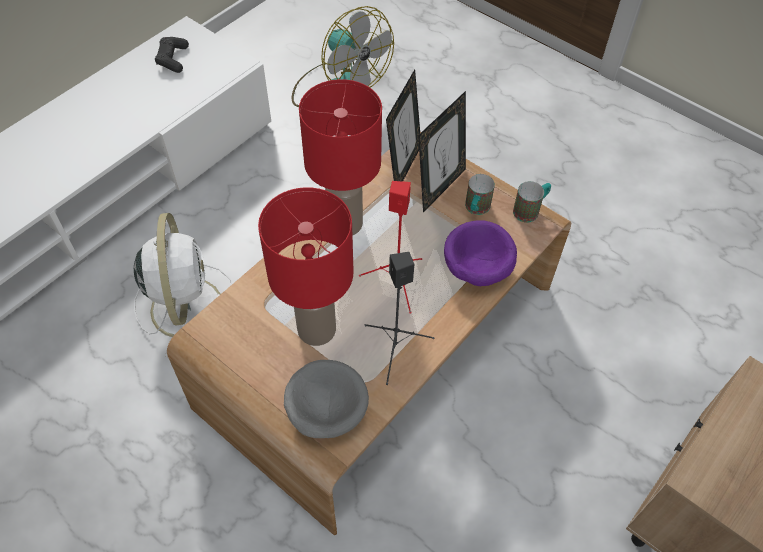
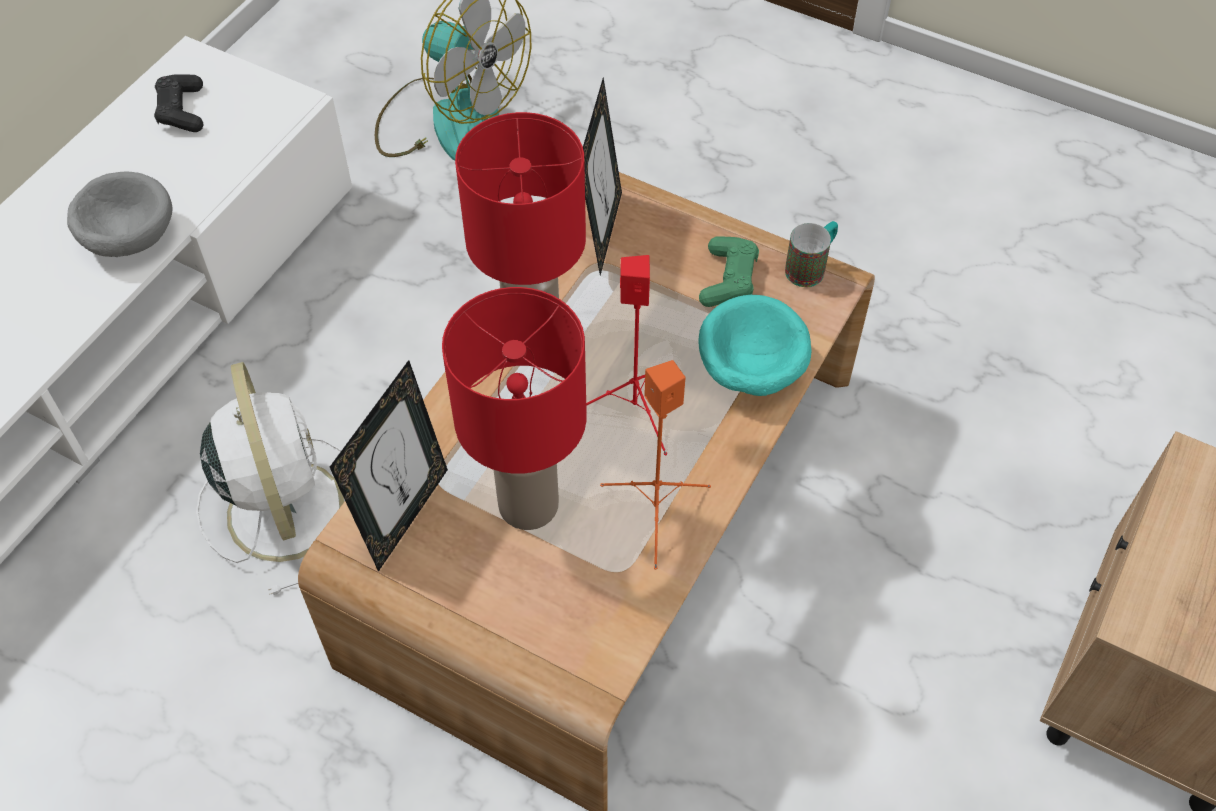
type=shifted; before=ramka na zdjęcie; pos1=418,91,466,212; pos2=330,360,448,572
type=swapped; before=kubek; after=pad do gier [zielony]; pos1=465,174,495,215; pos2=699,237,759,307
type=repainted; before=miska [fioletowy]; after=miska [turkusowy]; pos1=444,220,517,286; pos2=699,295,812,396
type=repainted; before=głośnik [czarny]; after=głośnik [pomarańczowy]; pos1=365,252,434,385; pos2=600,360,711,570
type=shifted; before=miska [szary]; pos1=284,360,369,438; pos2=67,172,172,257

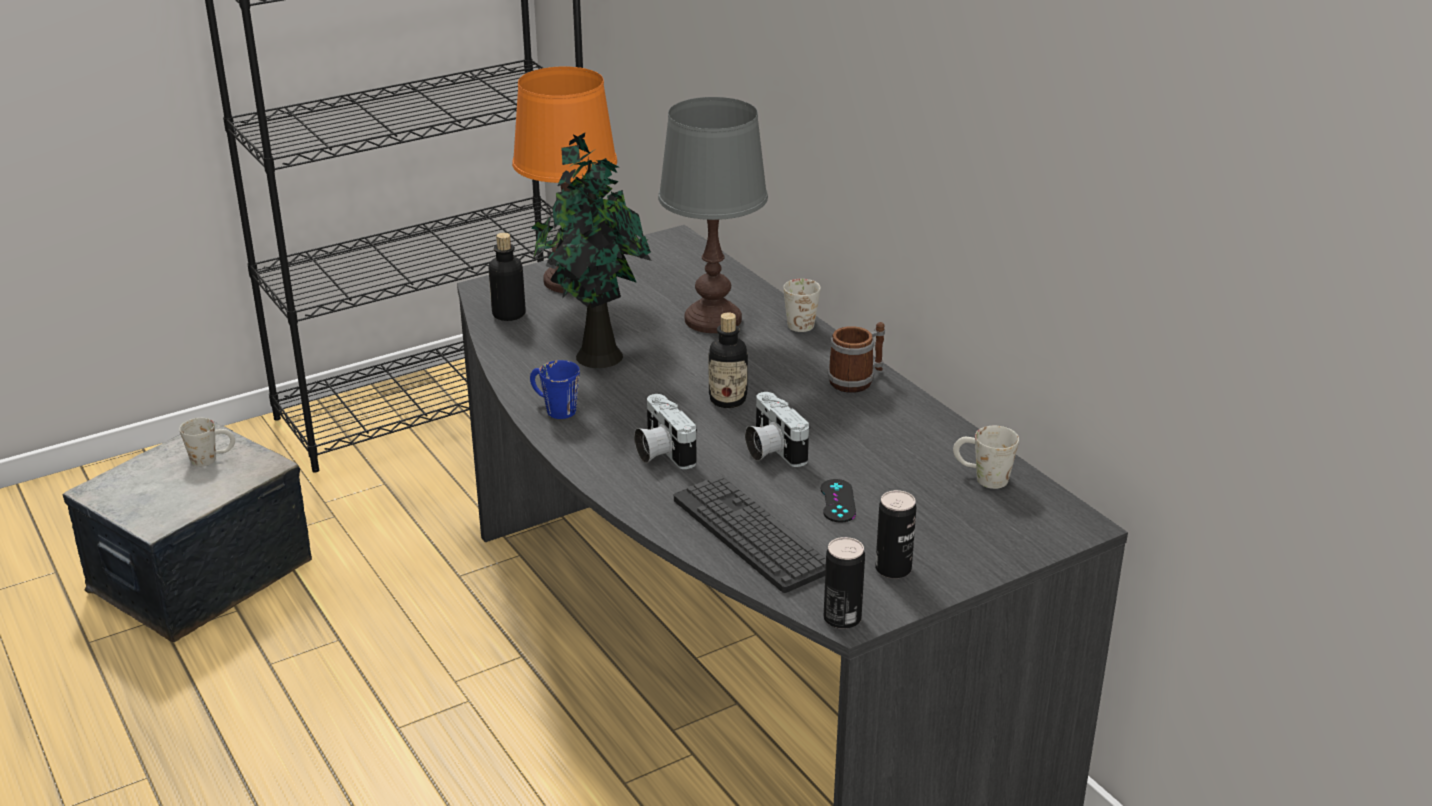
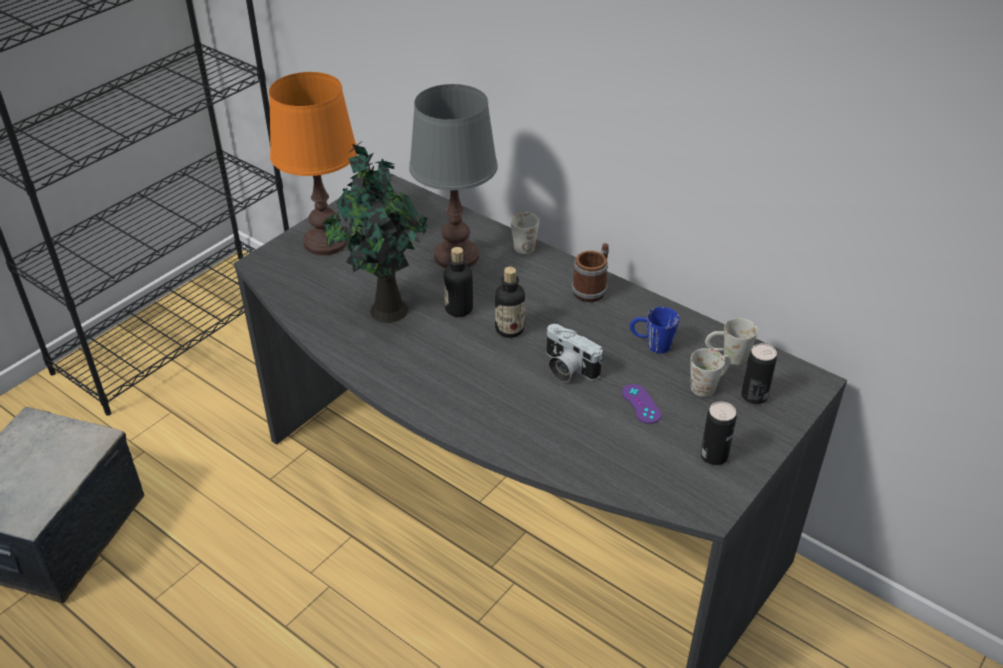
type=shifted; before=butelka; pos1=489,233,526,321; pos2=444,247,473,317
type=shifted; before=kubek [niebieski]; pos1=530,360,580,419; pos2=629,307,680,353
type=gone; before=aparat fotograficzny; pos1=634,394,697,469
type=shifted; before=kubek [biały]; pos1=179,418,235,467; pos2=690,348,731,397
type=gone; before=klawiatura; pos1=674,475,826,593
type=repainted; before=pad do gier [czarny]; after=pad do gier [fioletowy]; pos1=820,479,856,523; pos2=622,384,661,424
type=shifted; before=puszka; pos1=824,537,865,629; pos2=741,343,777,404

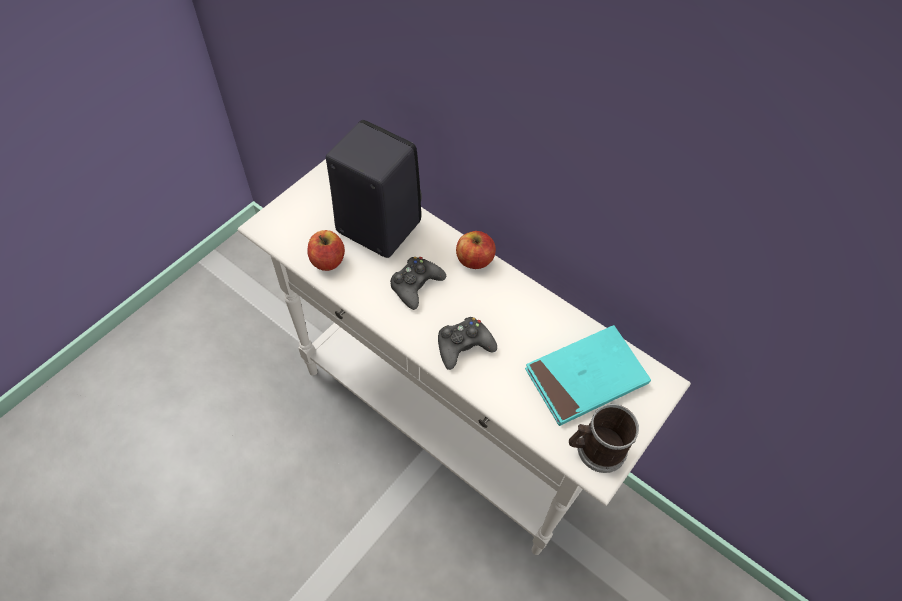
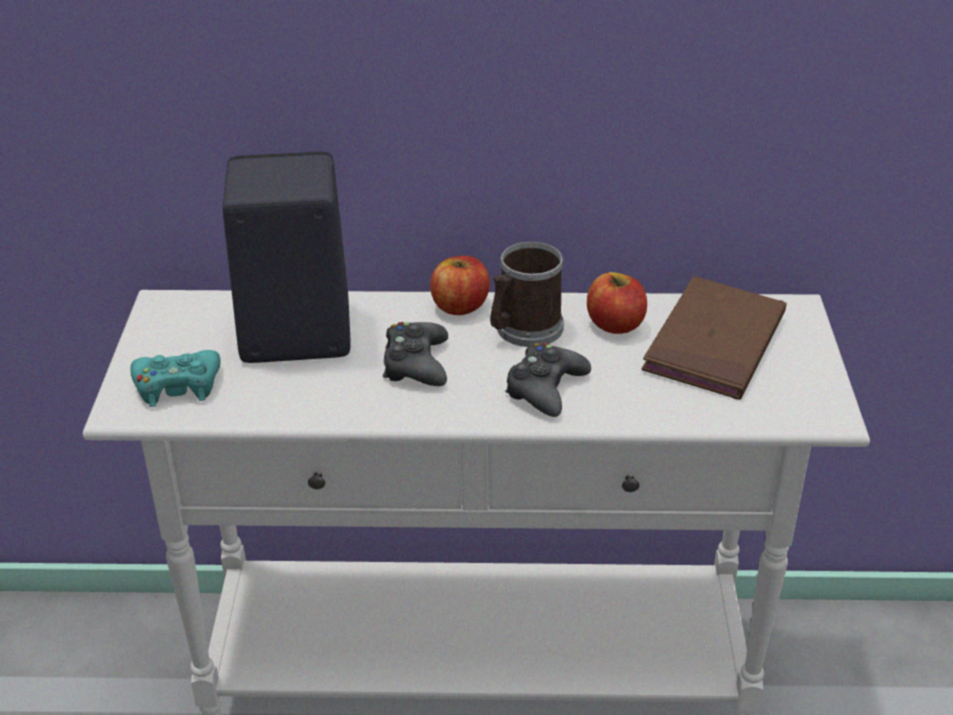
type=shifted; before=jabłko; pos1=307,230,345,271; pos2=587,272,647,334
type=repainted; before=książka [turkusowy]; after=książka [brązowy]; pos1=525,325,651,426; pos2=642,276,787,400
type=shifted; before=kubek; pos1=569,404,639,473; pos2=490,242,564,347
type=new; after=pad do gier [turkusowy]; pos2=130,350,221,407

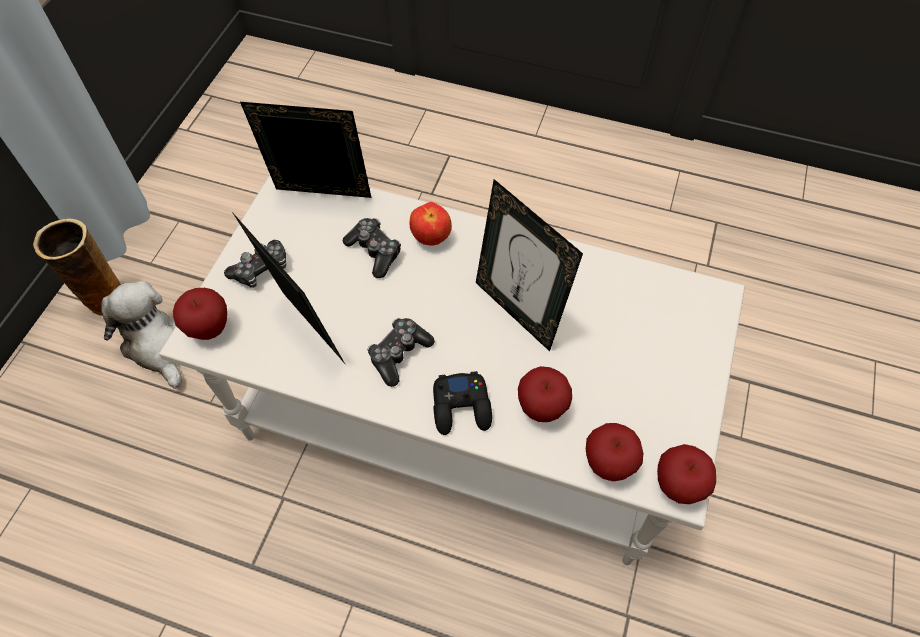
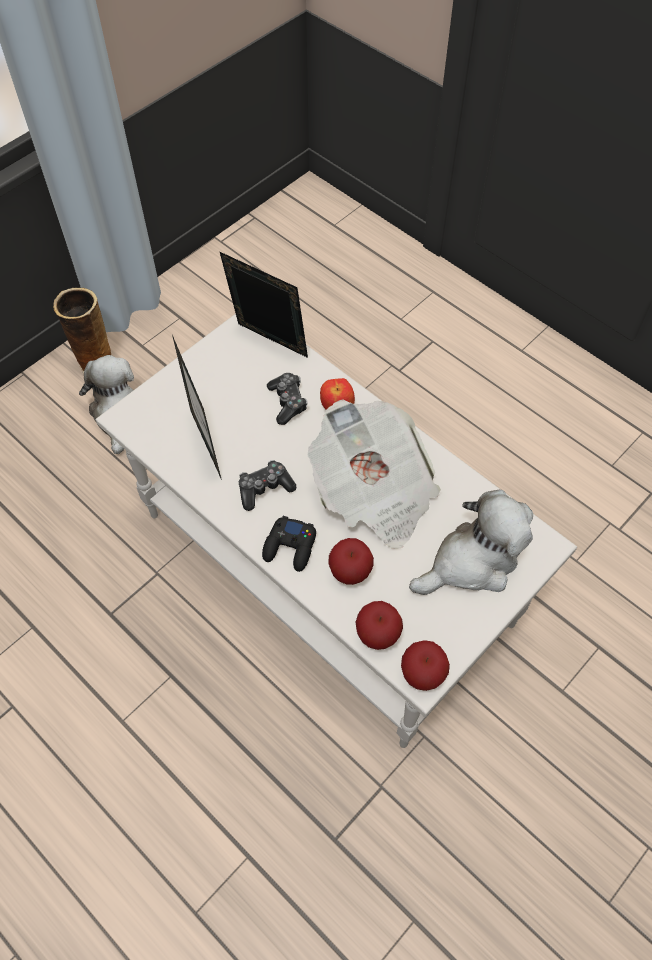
type=swapped; before=ramka na zdjęcie; after=gazeta; pos1=476,179,583,351; pos2=308,400,441,549
type=gone; before=pad do gier; pos1=224,240,286,288
type=gone; before=jabłko; pos1=173,288,227,340
type=new; after=pluszak; pos2=409,490,533,595

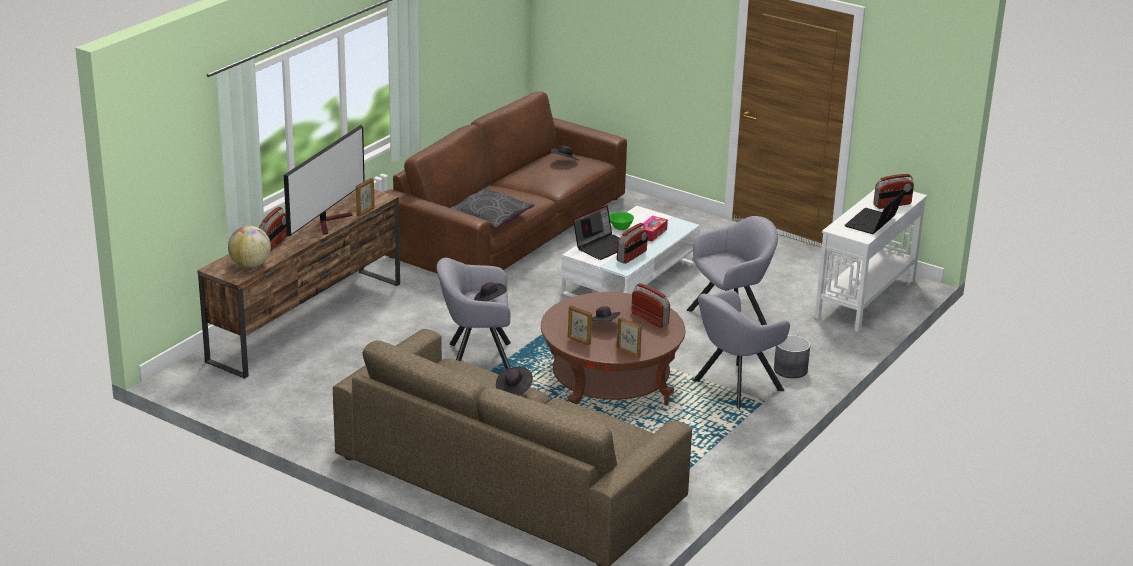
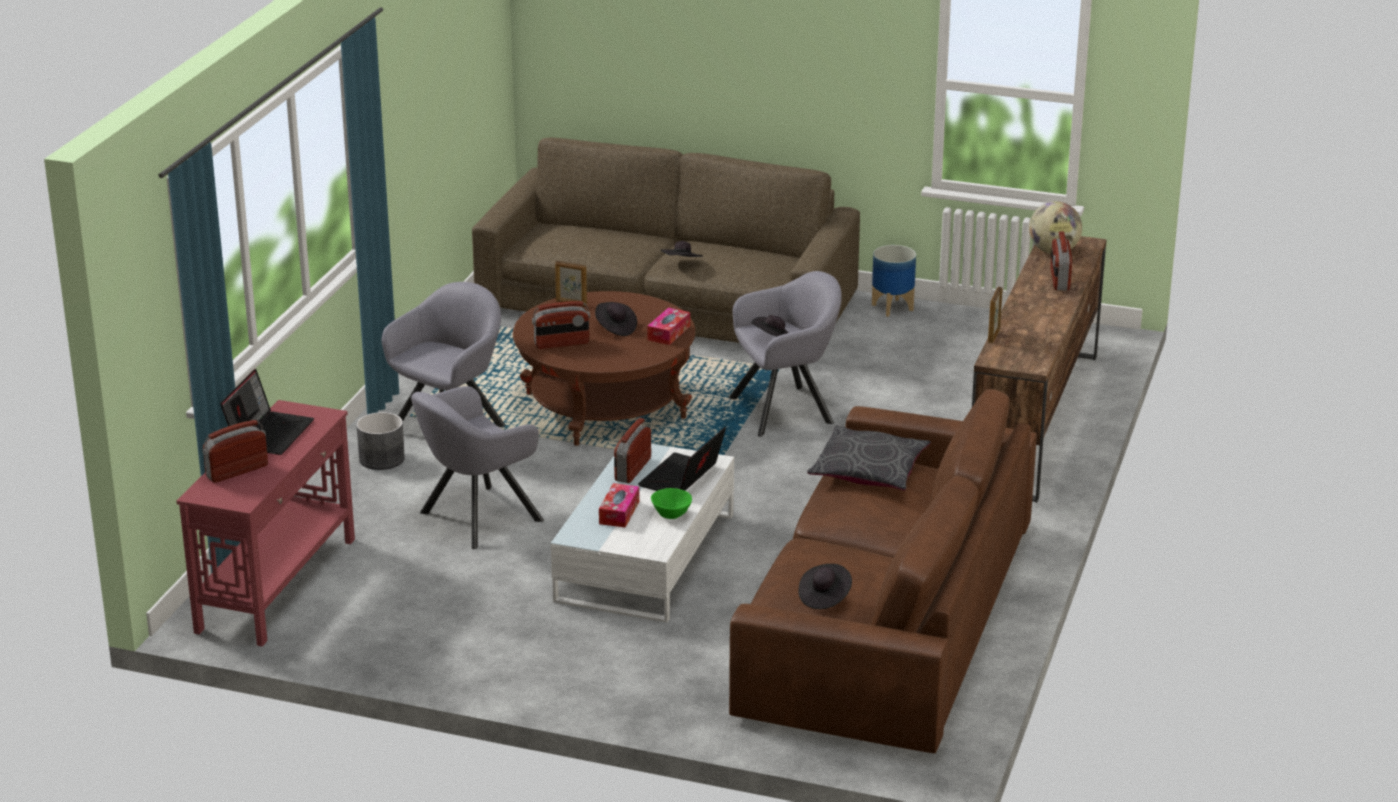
type=gone; before=telewizor; pos1=284,125,365,236
type=repainted; before=stolik konsolowy [biały]; after=stolik konsolowy [czerwony]; pos1=815,189,927,332; pos2=177,400,355,647
type=rotated; before=radio; pos1=631,283,670,328; pos2=532,301,590,349; turn=-45
type=gone; before=ramka na zdjęcie; pos1=568,305,592,345
type=new; after=donica; pos2=872,245,916,317
type=new; after=pudełko chusteczek; pos2=647,307,690,345

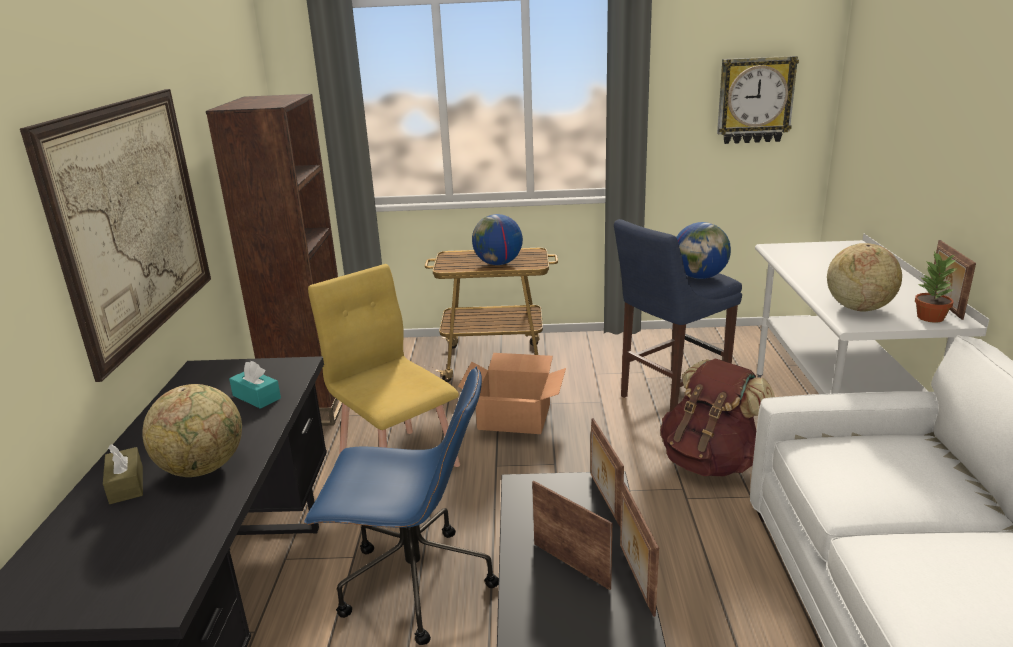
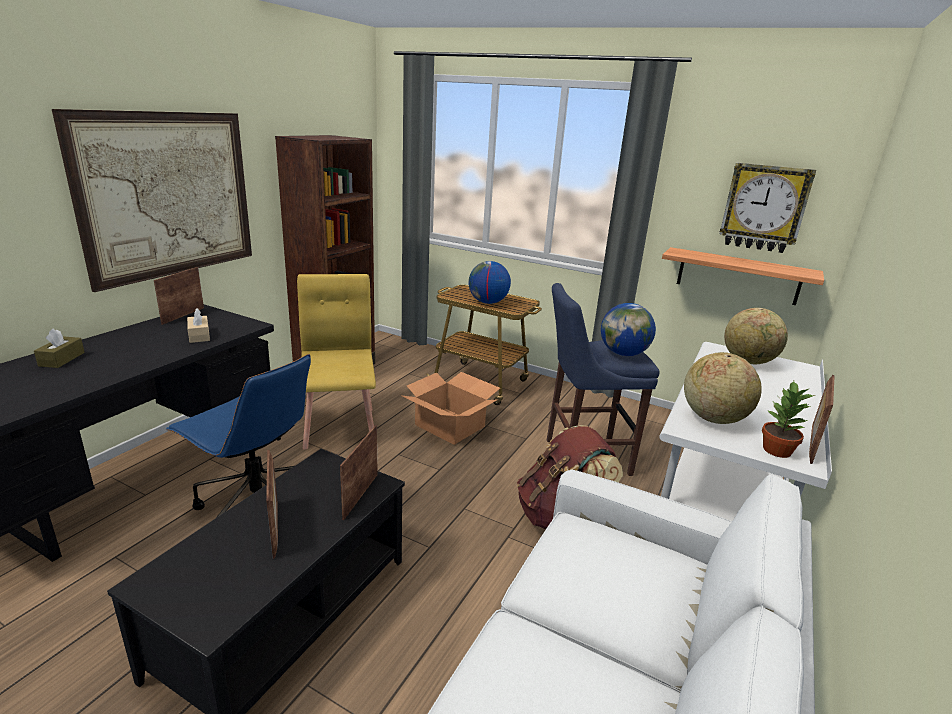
type=repainted; before=pudełko chusteczek [turkusowy]; after=pudełko chusteczek [beżowy]; pos1=229,361,281,409; pos2=187,308,210,343
type=shifted; before=globus; pos1=142,384,242,477; pos2=724,308,788,364
type=shifted; before=ramka na zdjęcie; pos1=620,482,659,617; pos2=154,267,204,325
type=new; after=półka; pos2=662,247,824,305

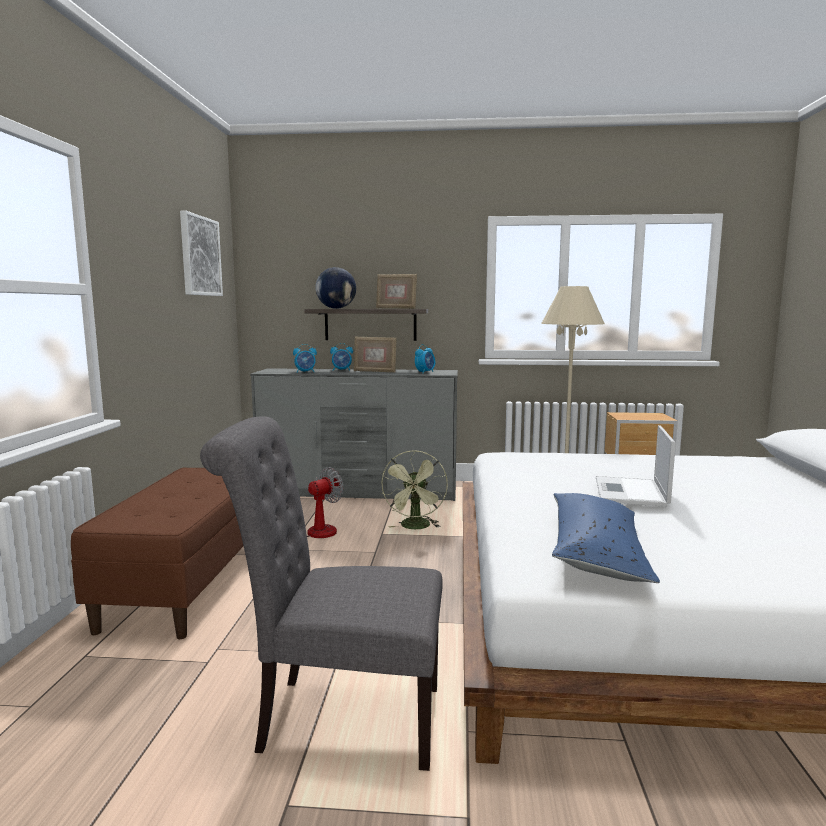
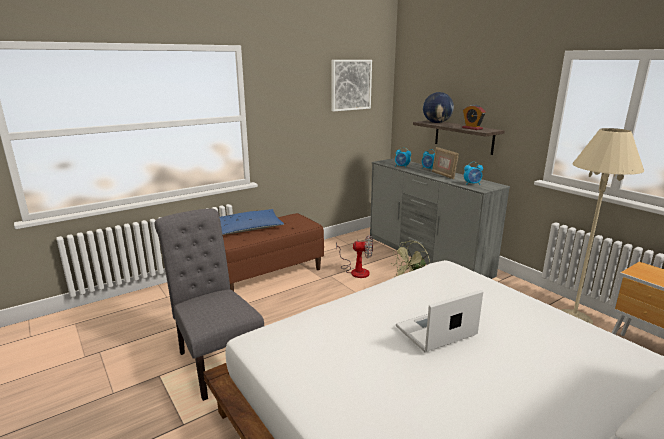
type=swapped; before=ramka na zdjęcie; after=budzik; pos1=376,274,417,309; pos2=462,105,486,130
type=shifted; before=poduszka [niebieski]; pos1=552,493,660,583; pos2=220,209,284,235

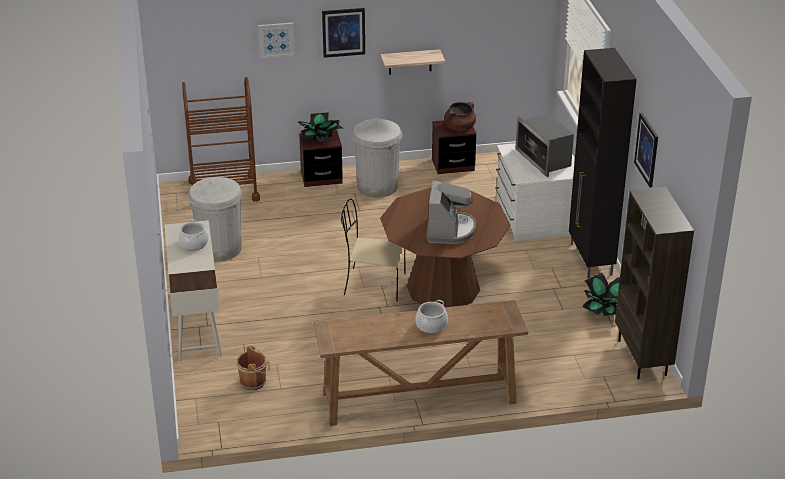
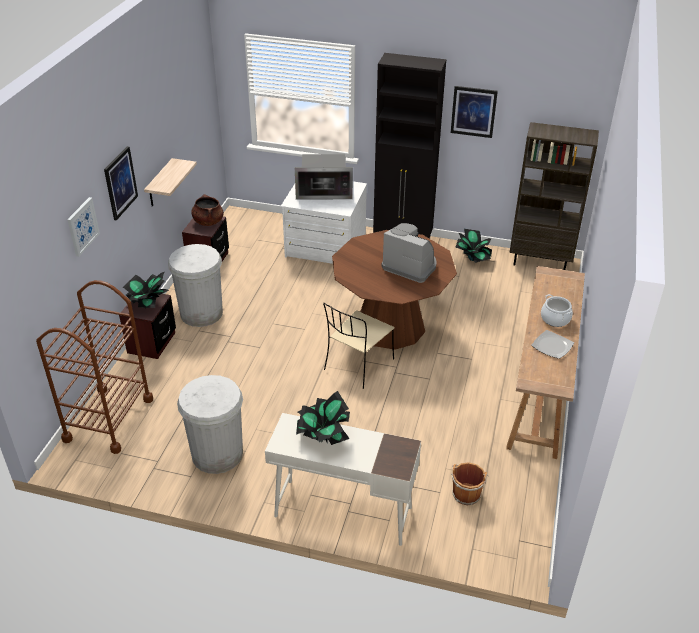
type=swapped; before=garnek; after=roślina doniczkowa; pos1=178,219,208,251; pos2=296,391,350,445
type=new; after=talerz; pos2=531,330,574,359

